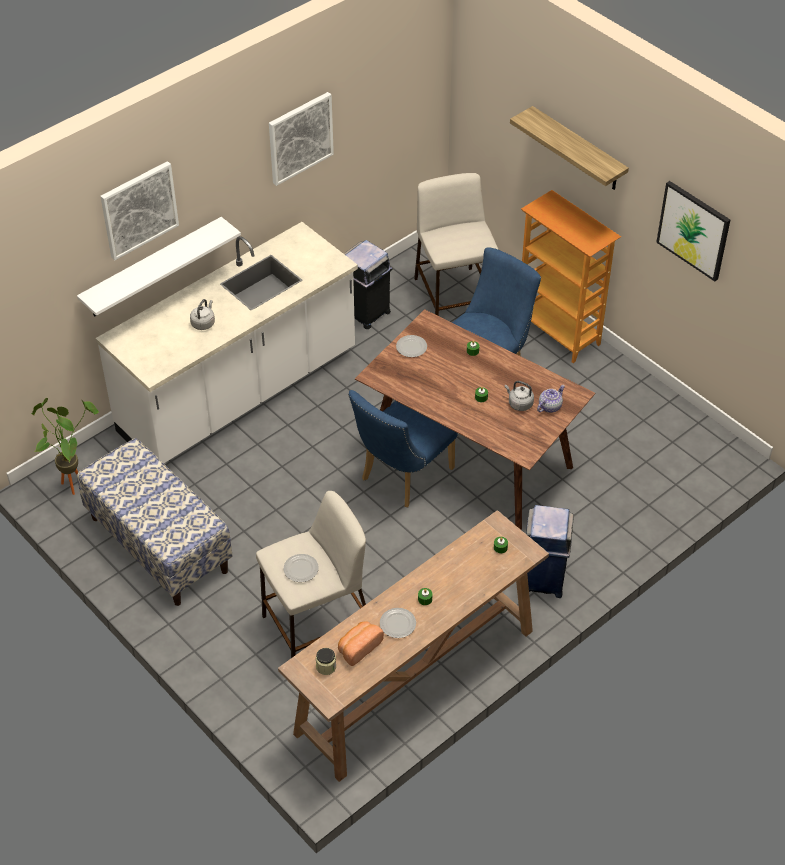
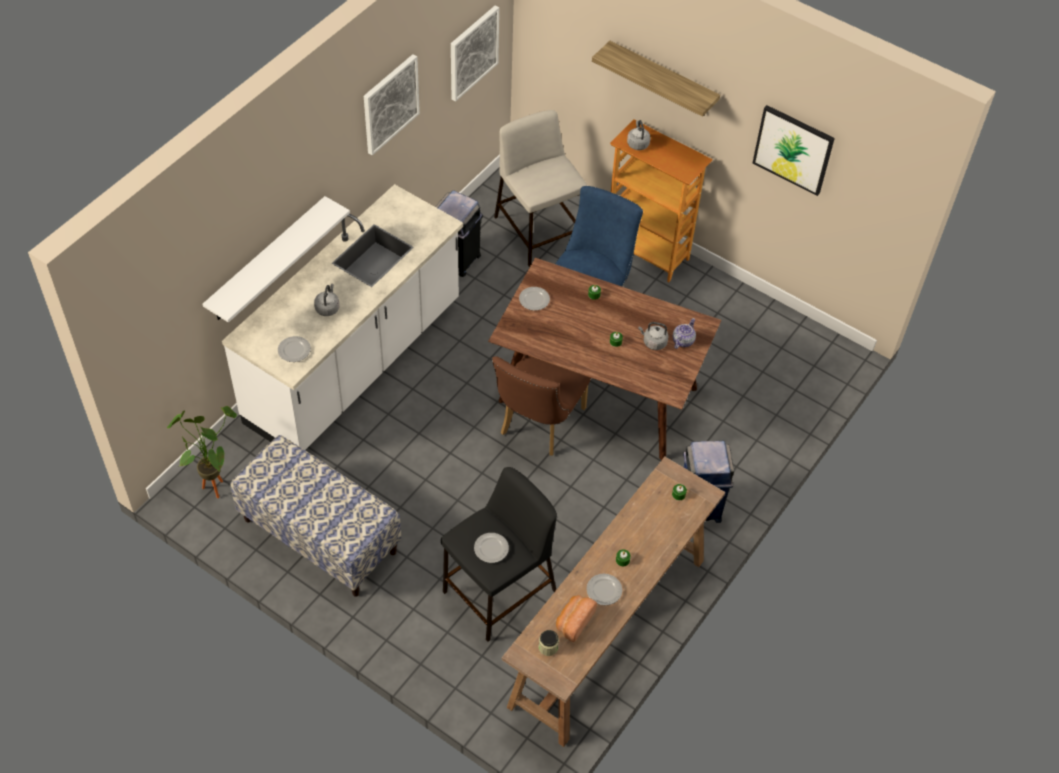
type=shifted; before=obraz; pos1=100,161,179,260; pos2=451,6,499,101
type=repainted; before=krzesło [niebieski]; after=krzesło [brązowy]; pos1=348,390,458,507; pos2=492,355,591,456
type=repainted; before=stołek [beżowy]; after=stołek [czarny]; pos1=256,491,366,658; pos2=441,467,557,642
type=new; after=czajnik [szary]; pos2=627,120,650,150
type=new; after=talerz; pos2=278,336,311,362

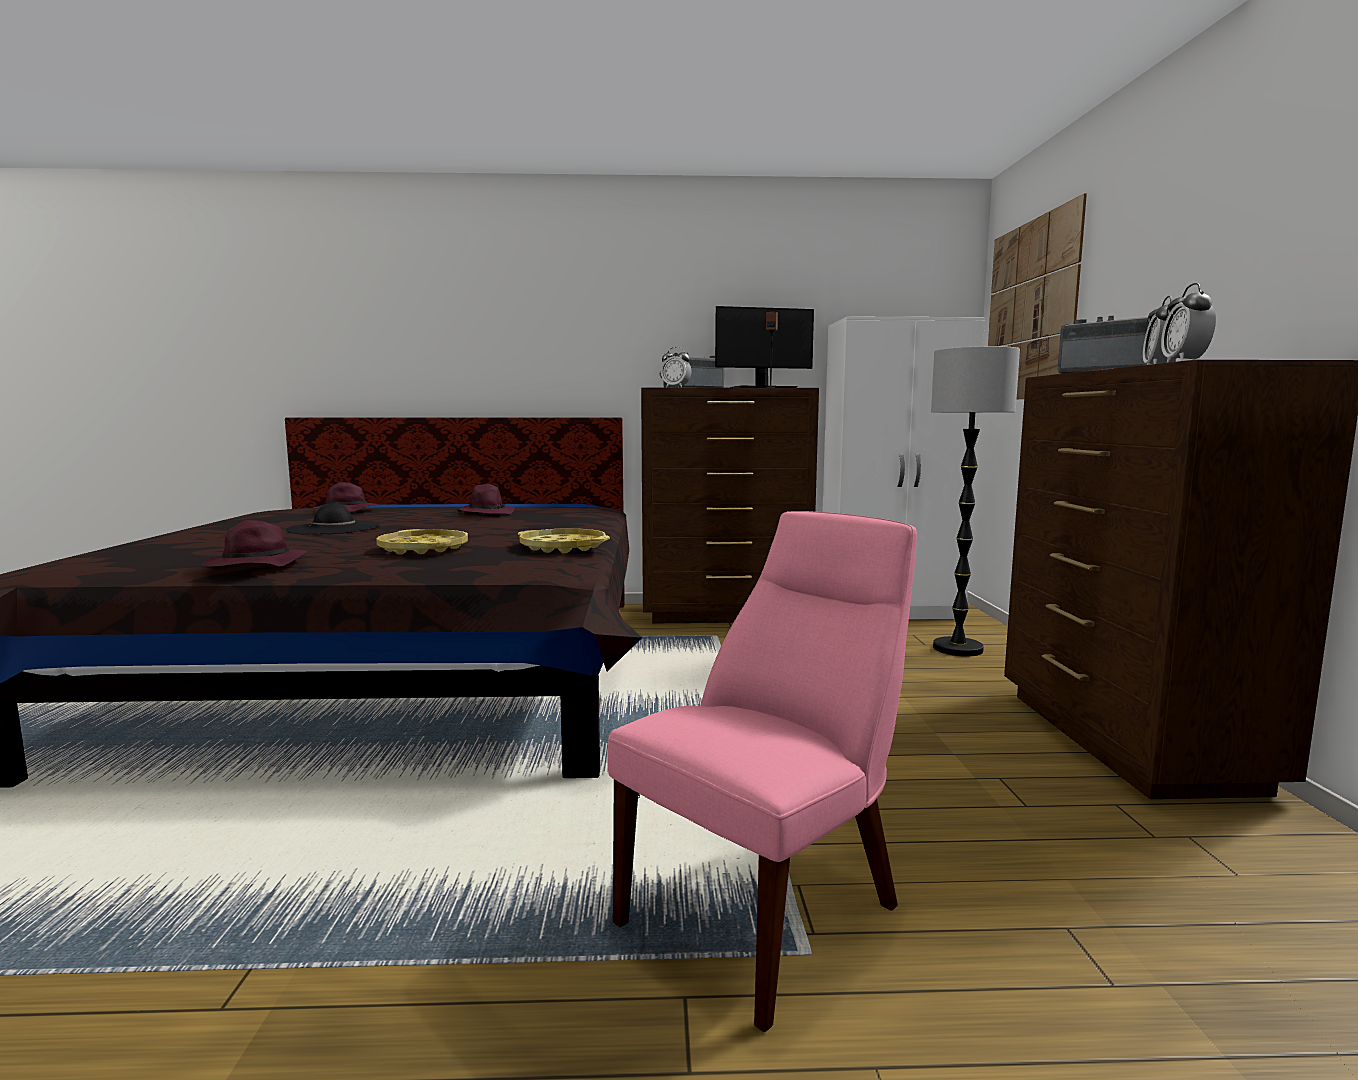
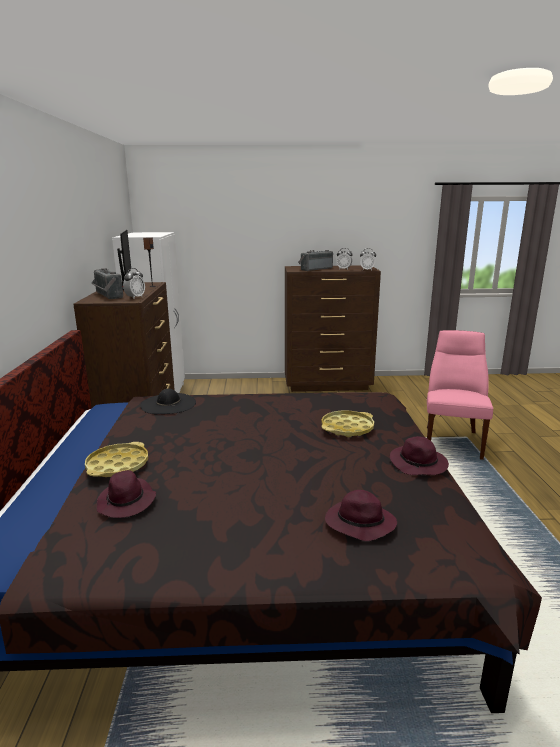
type=gone; before=obraz; pos1=988,193,1087,400
type=gone; before=lampa stojąca; pos1=931,346,1020,657
type=shifted; before=kapelusz [fioletowy]; pos1=457,484,515,515; pos2=325,490,397,541
type=shifted; before=kapelusz [czarny]; pos1=286,503,381,534; pos2=141,389,196,414
type=rotated; before=krzesło [różowy]; pos1=607,511,917,1032; pos2=427,330,493,460; turn=60
type=shifted; before=taca [żółty]; pos1=518,528,610,553; pos2=85,442,148,477

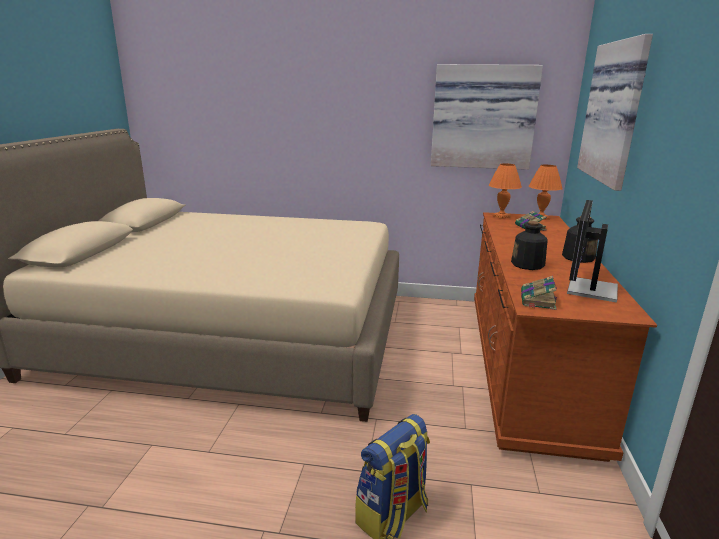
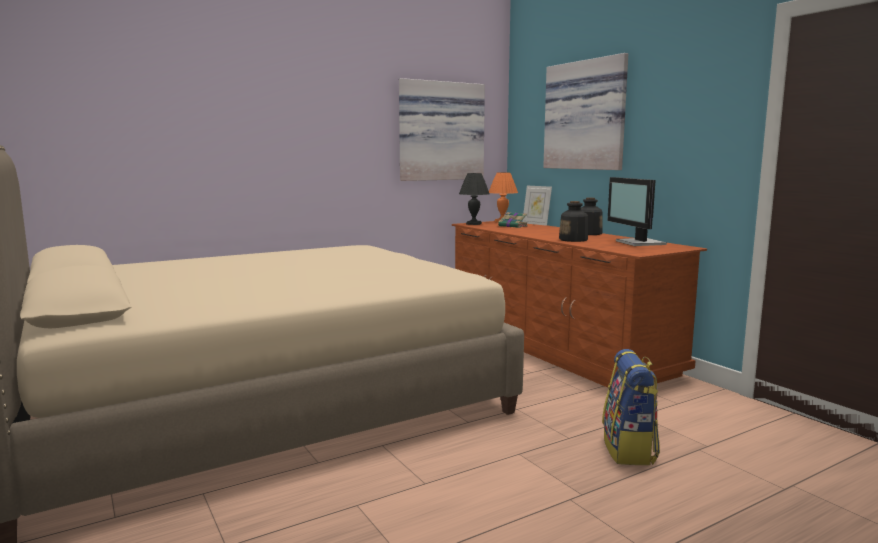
type=repainted; before=lampa stołowa [pomarańczowy]; after=lampa stołowa [czarny]; pos1=489,164,522,219; pos2=459,173,489,225
type=gone; before=książka; pos1=521,276,557,310
type=new; after=ramka na zdjęcie; pos2=522,186,552,226

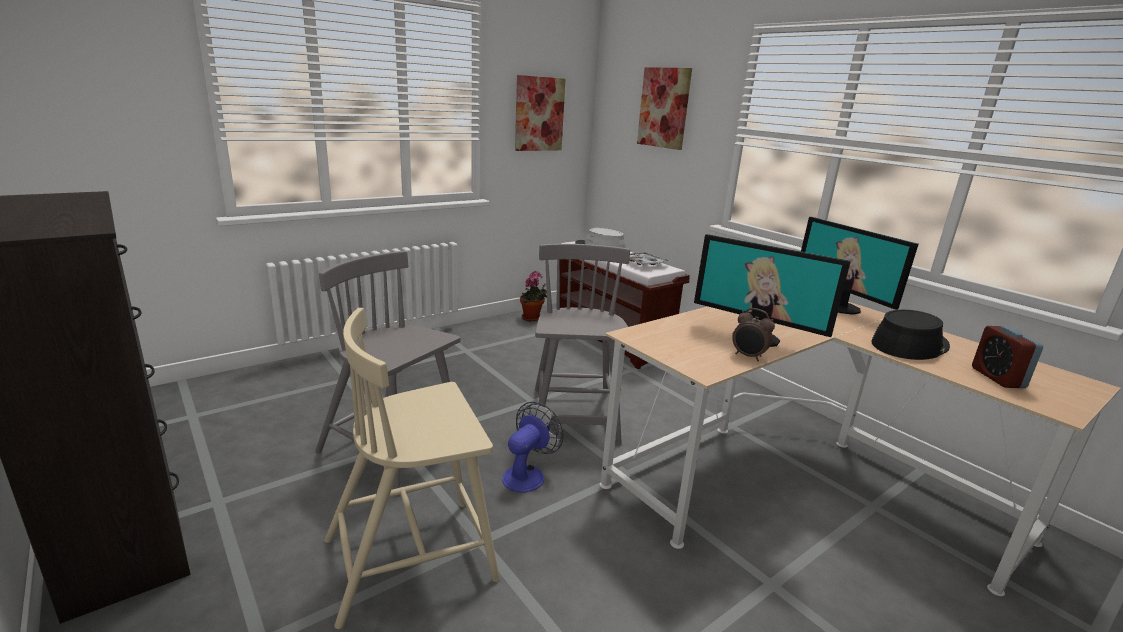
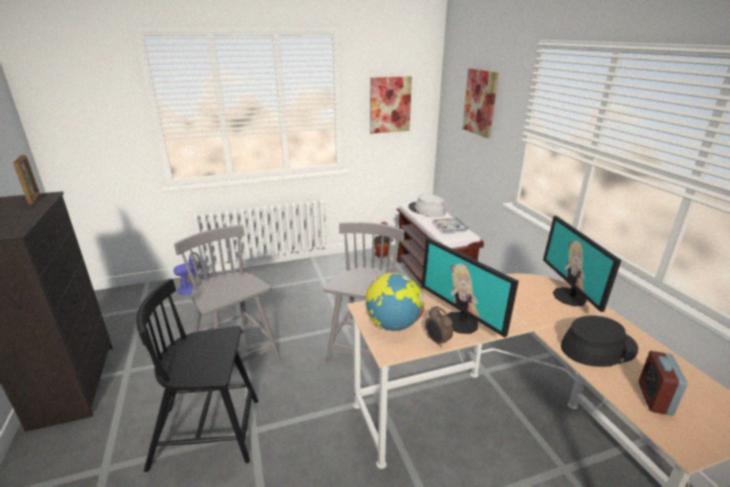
type=repainted; before=krzesło [beżowy]; after=krzesło [czarny]; pos1=324,308,500,629; pos2=136,279,258,472
type=shifted; before=wentylator; pos1=502,402,563,493; pos2=174,252,204,295
type=new; after=ramka na zdjęcie; pos2=13,155,40,205
type=new; after=globus; pos2=365,273,424,331

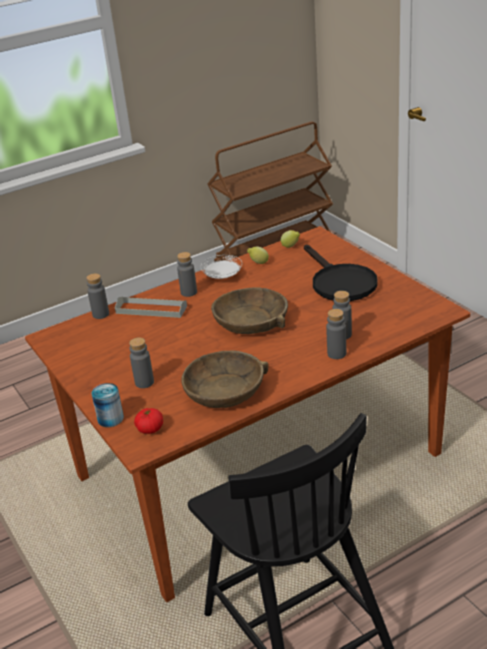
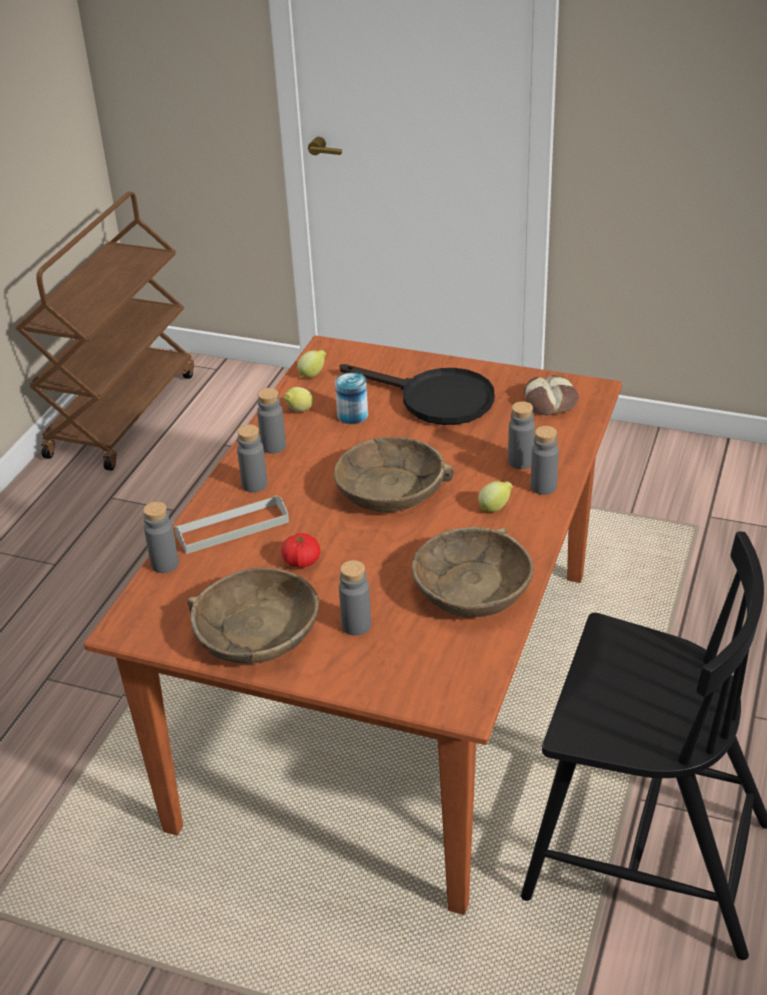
type=swapped; before=talerz [biały]; after=butelka [szary]; pos1=200,255,242,279; pos2=257,388,286,454
type=shifted; before=puszka; pos1=92,383,124,427; pos2=335,372,368,424
type=shifted; before=pomidor; pos1=134,408,163,434; pos2=281,533,320,568
type=new; after=chleb; pos2=524,375,579,415
type=new; after=cytryna; pos2=478,481,513,512
type=new; after=miska [brązowy]; pos2=187,567,319,664

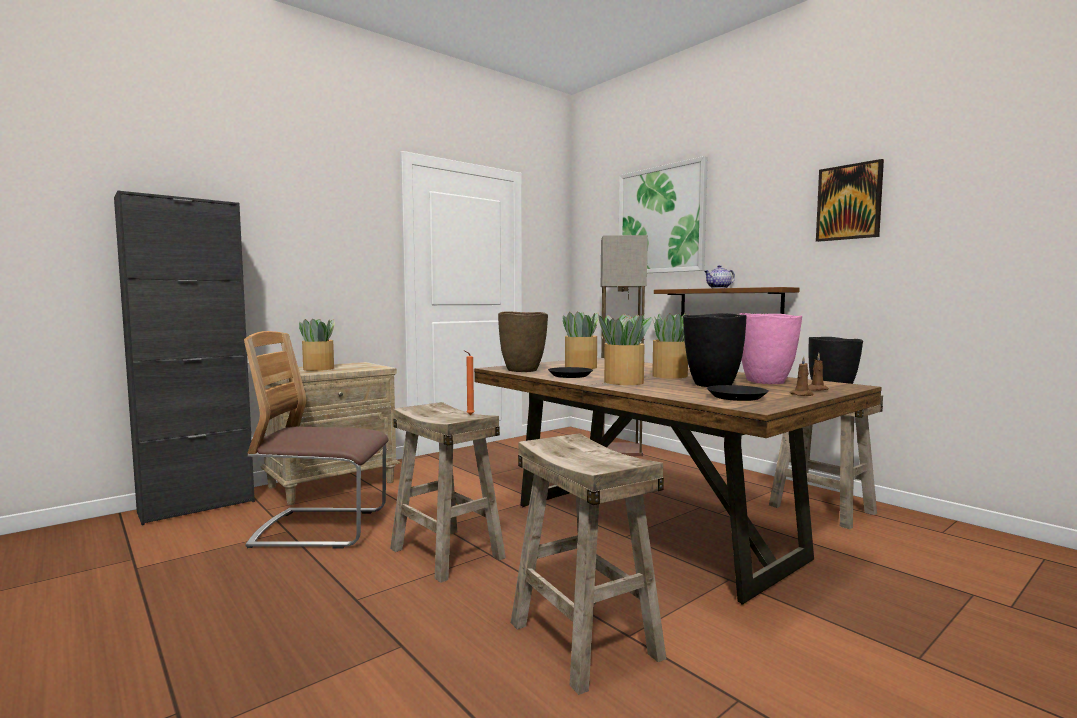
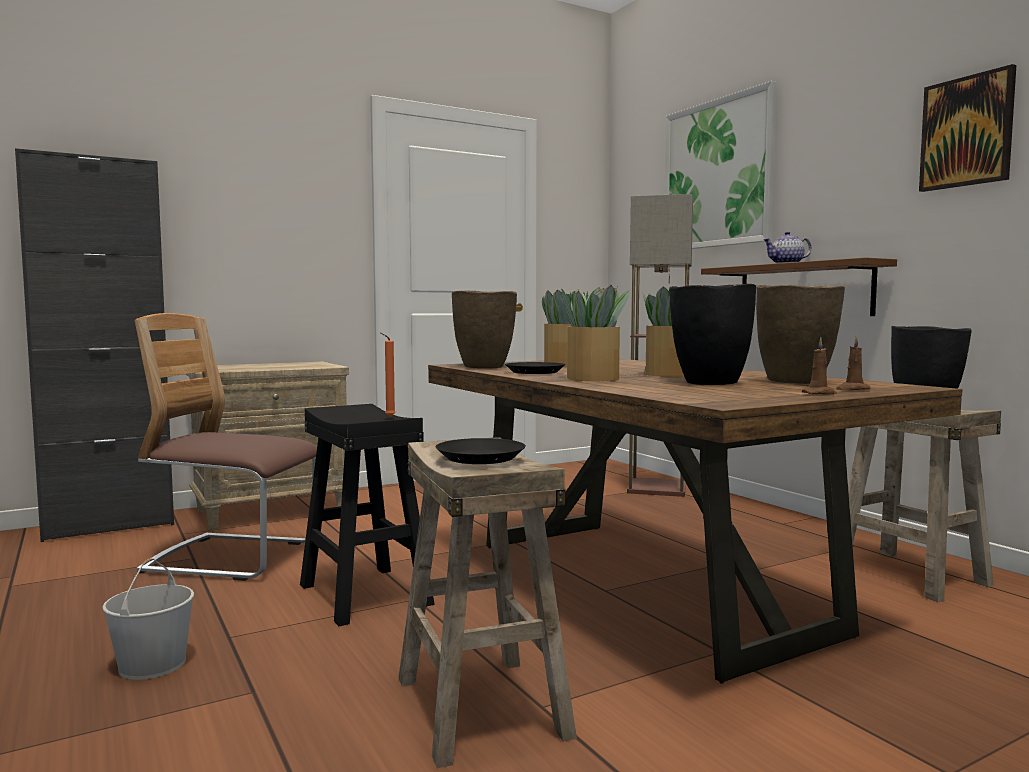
type=repainted; before=wazon [różowy]; after=wazon [brązowy]; pos1=739,313,802,384; pos2=756,285,845,384
type=gone; before=roślina doniczkowa; pos1=299,319,335,371
type=shifted; before=talerz [czarny]; pos1=707,385,769,401; pos2=435,438,526,464
type=repainted; before=stołek [beżowy]; after=stołek [czarny]; pos1=390,402,506,583; pos2=300,404,435,626
type=new; after=wiadro [biały]; pos2=102,558,194,680

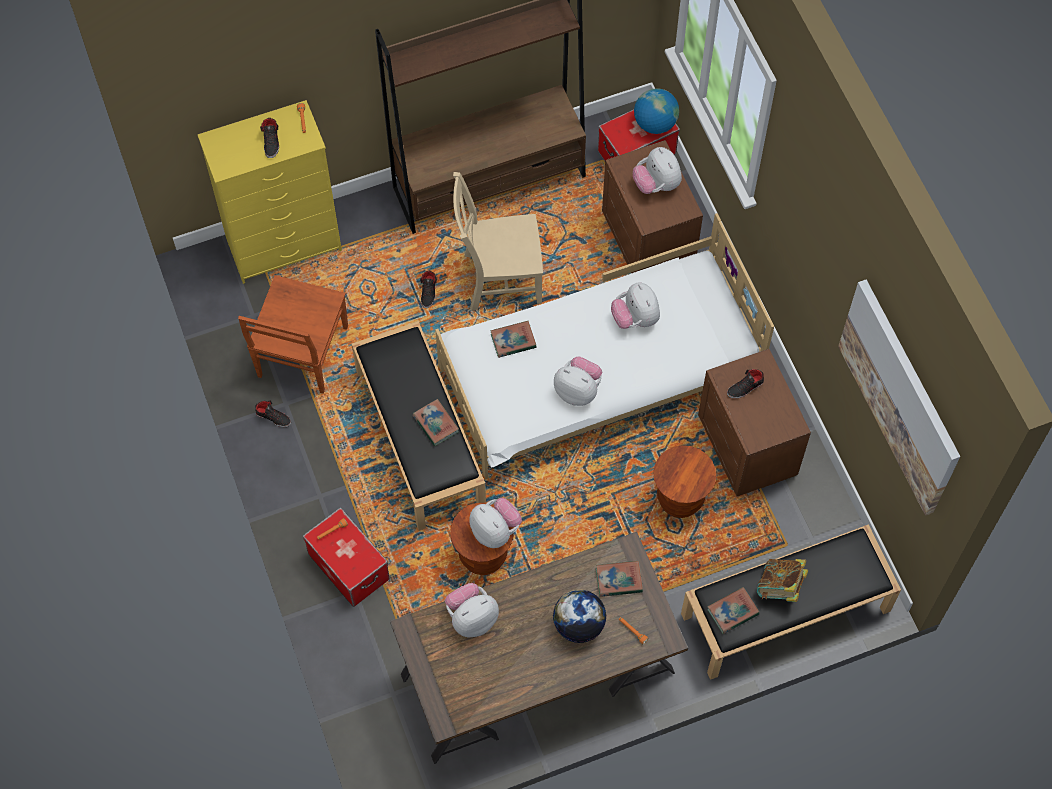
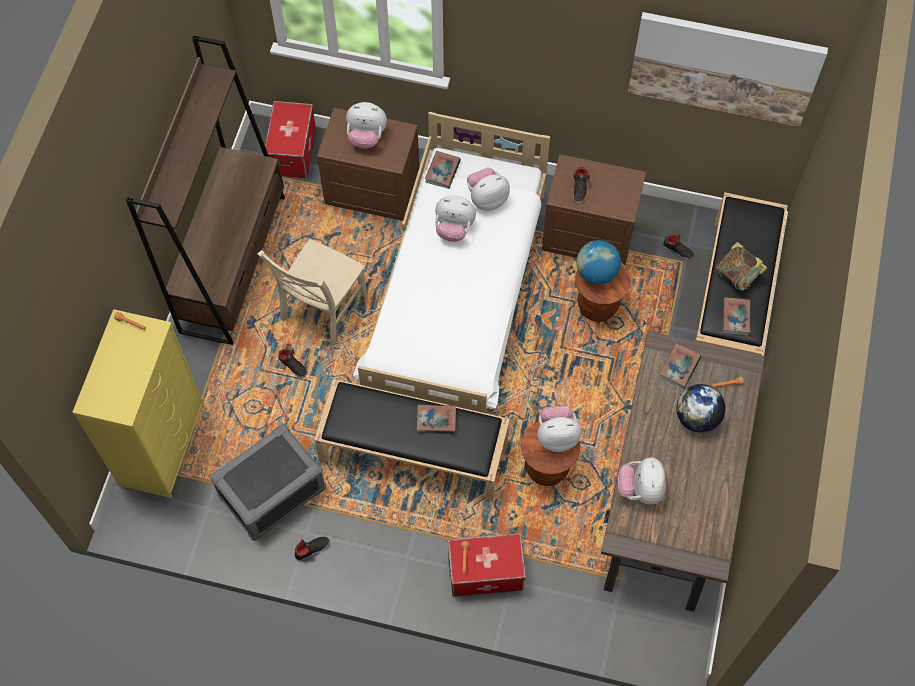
type=shifted; before=globus; pos1=634,88,679,134; pos2=576,240,621,285
type=shifted; before=but [czarny]; pos1=260,118,279,158; pos2=663,234,695,260
type=swapped; before=krzesło [brązowy]; after=pojemnik do przechowywania [szary]; pos1=238,275,348,394; pos2=210,424,326,541
type=shifted; before=książka; pos1=491,321,536,358; pos2=425,151,461,189
type=shifted; before=pluszak; pos1=554,357,602,406; pos2=467,168,510,211

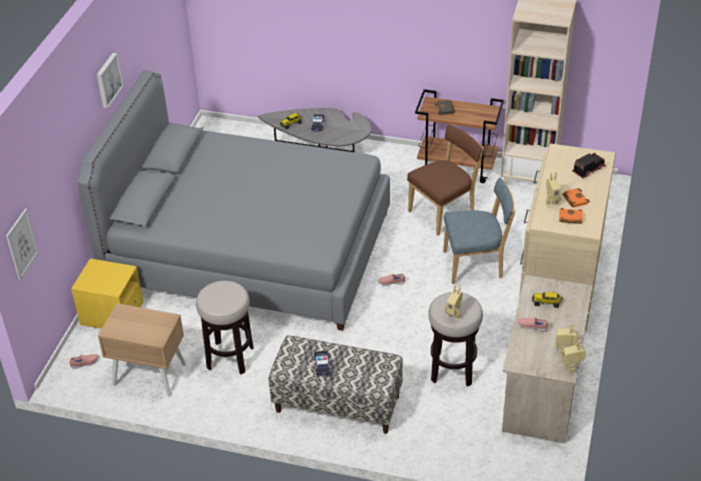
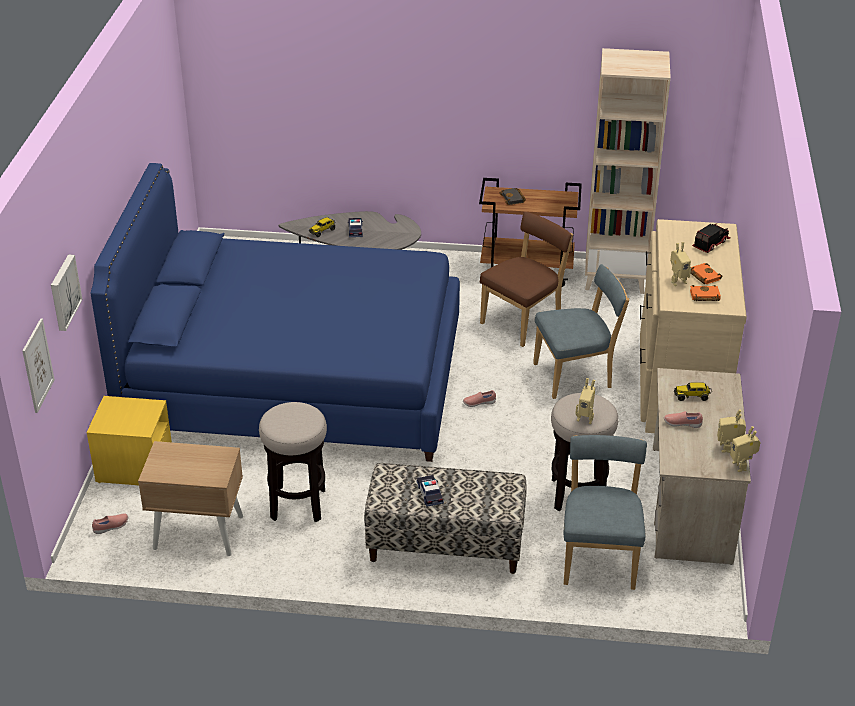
type=shifted; before=obraz; pos1=97,53,123,108; pos2=51,254,83,331
type=repainted; before=łóżko [szary]; after=łóżko [niebieski]; pos1=77,70,390,331; pos2=91,163,460,462
type=new; after=krzesło [niebieski]; pos2=564,435,647,590

